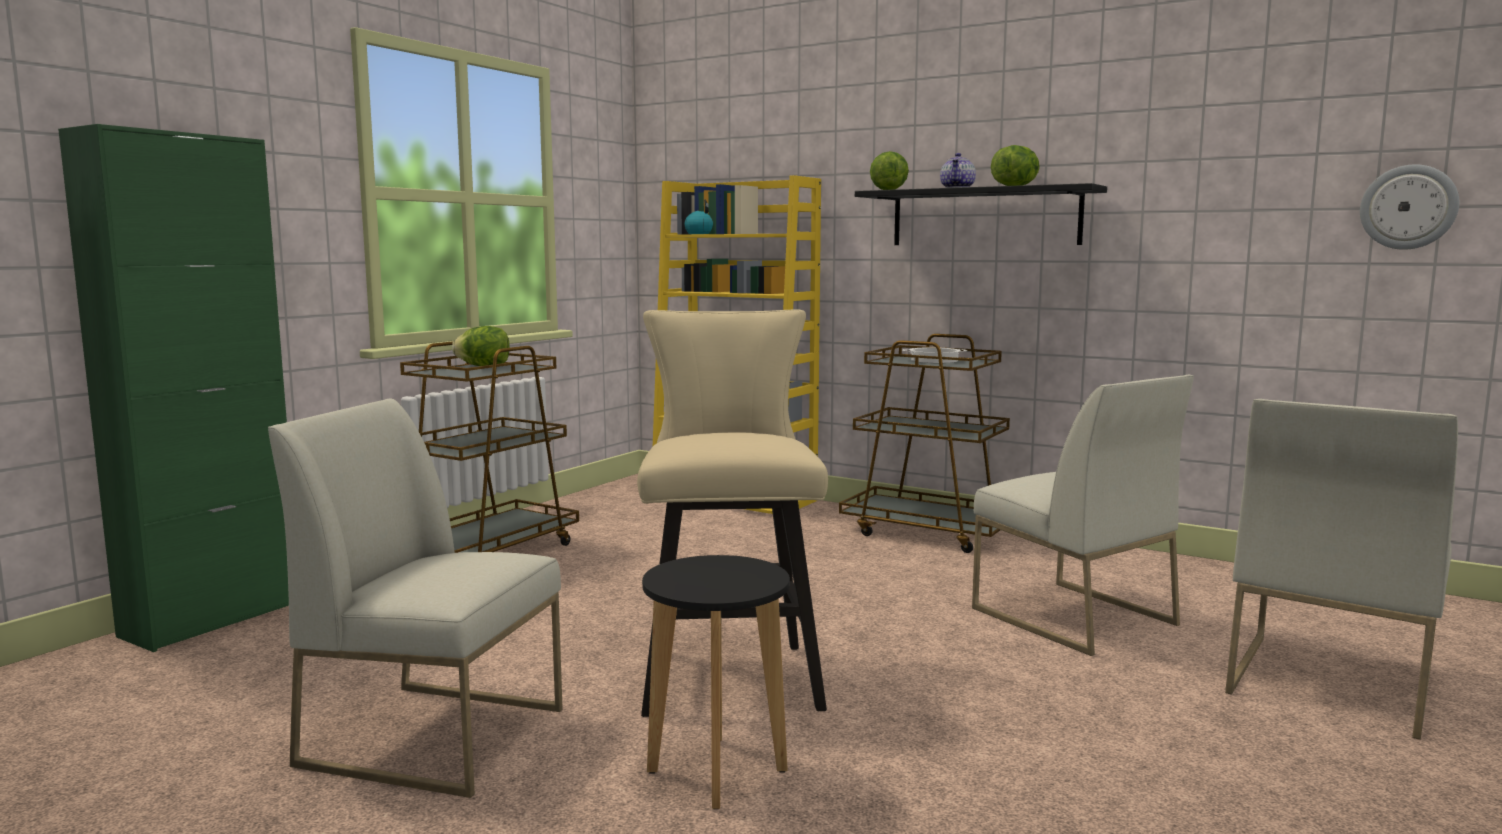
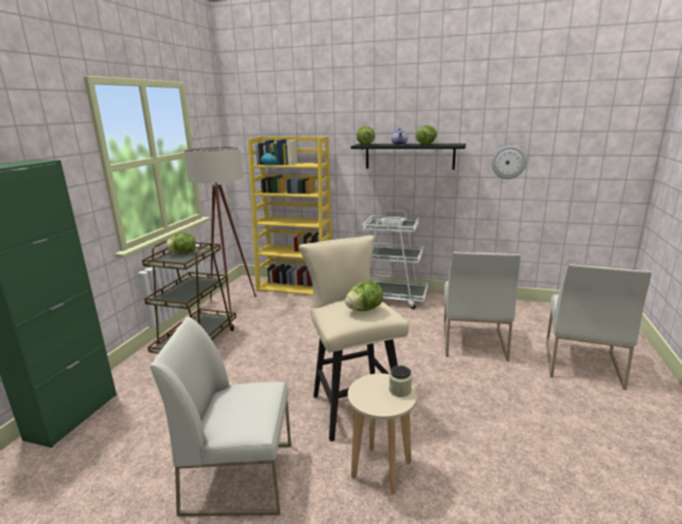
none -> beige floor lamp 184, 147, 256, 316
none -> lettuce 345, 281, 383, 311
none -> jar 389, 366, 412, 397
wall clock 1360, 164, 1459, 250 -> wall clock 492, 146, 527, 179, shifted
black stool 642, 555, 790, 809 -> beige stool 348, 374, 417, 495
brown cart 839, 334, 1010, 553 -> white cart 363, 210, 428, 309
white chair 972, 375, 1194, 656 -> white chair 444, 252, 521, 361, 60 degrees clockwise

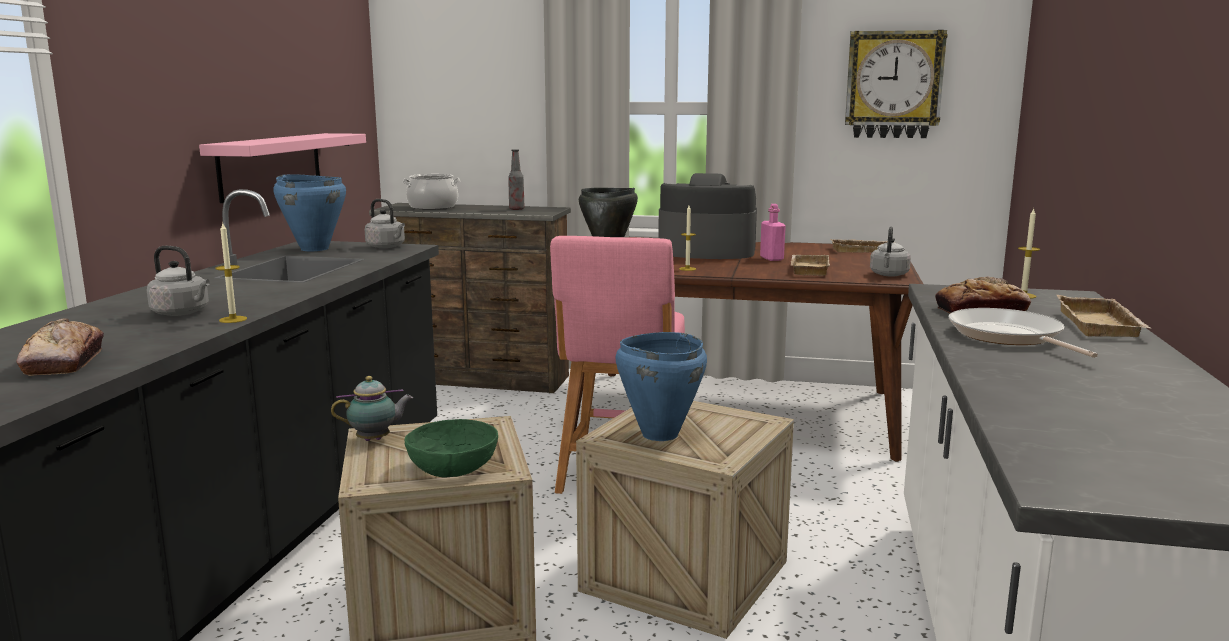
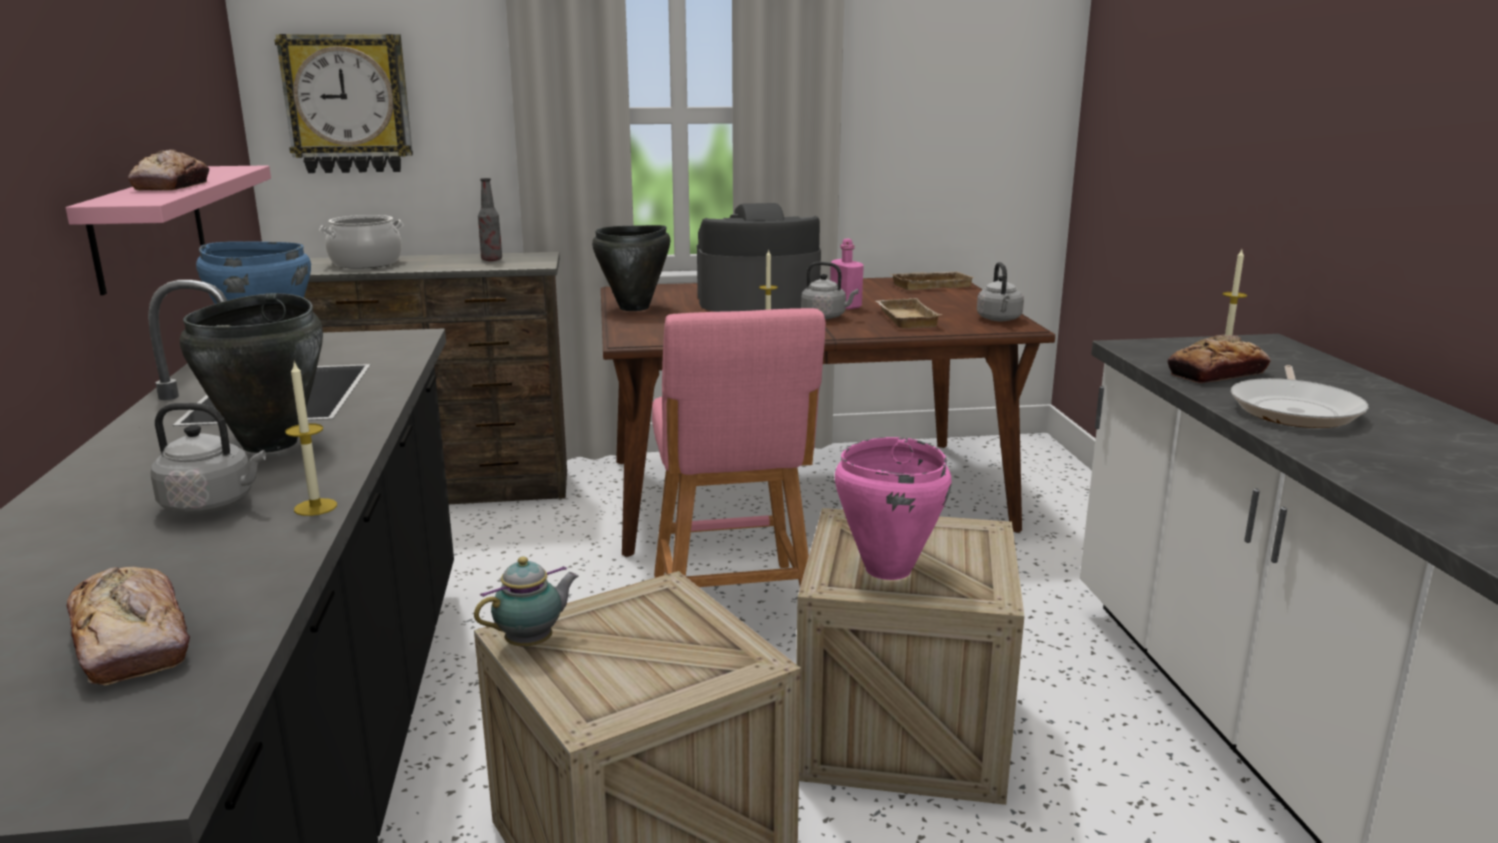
green bowl 405, 419, 498, 478 -> none
beige tray 1057, 295, 1150, 337 -> none
none -> bread 128, 150, 209, 191
none -> black cooking pot 180, 293, 323, 453
grey kettle 365, 199, 405, 248 -> grey kettle 801, 262, 858, 319, shifted
wall clock 845, 30, 948, 138 -> wall clock 274, 34, 413, 173, shifted
blue cooking pot 616, 332, 707, 441 -> pink cooking pot 835, 437, 952, 580
frying pan 949, 308, 1098, 358 -> frying pan 1231, 365, 1368, 428, 120 degrees counterclockwise

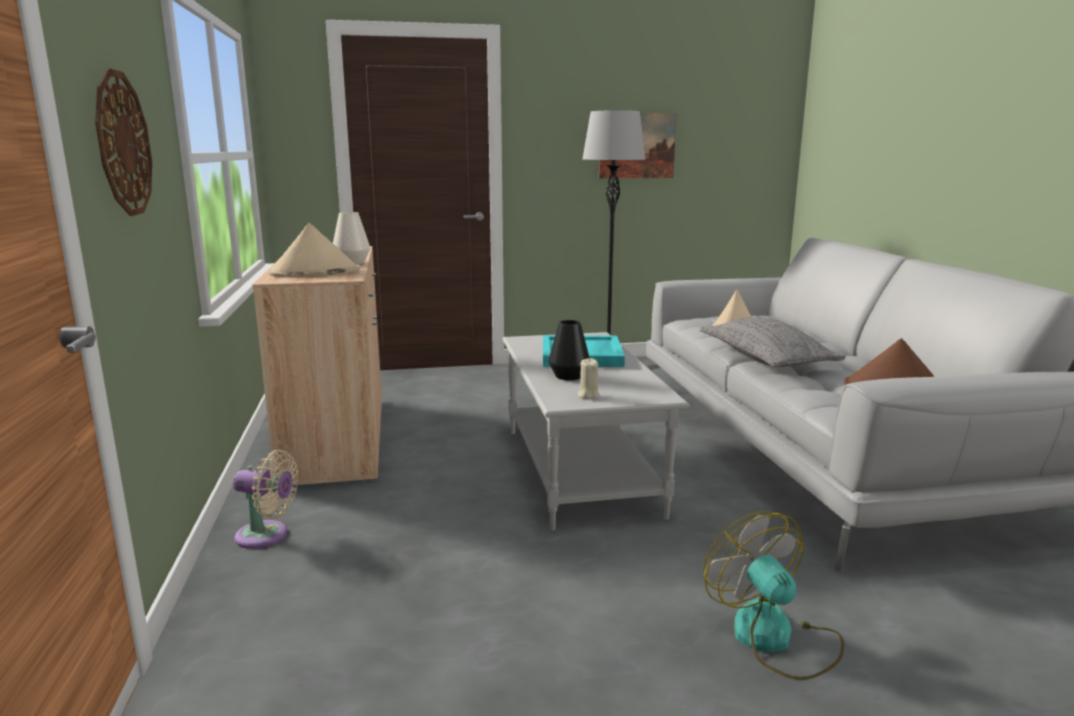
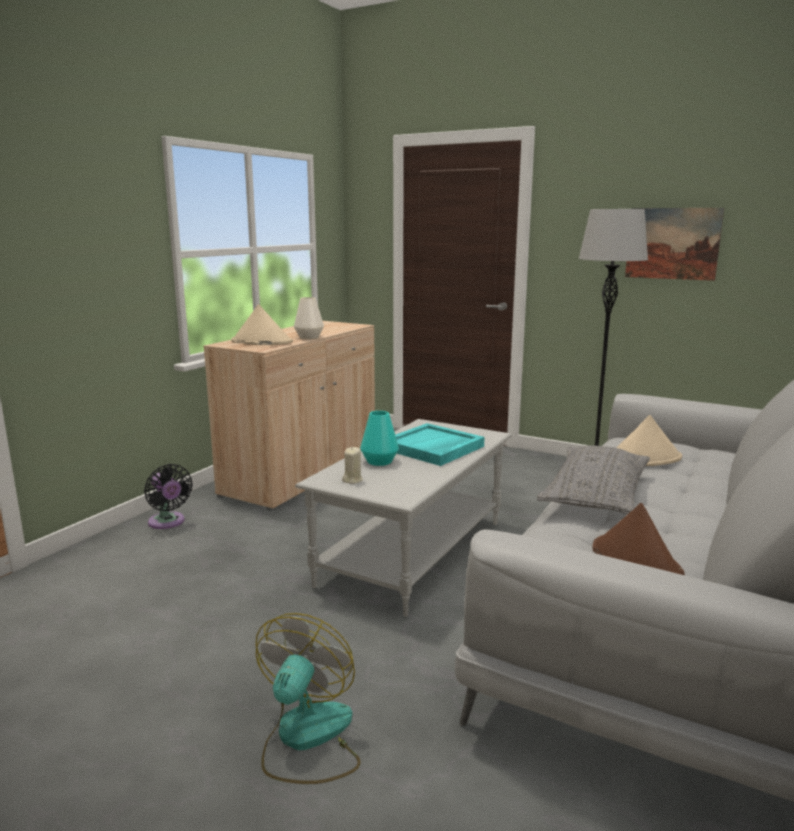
wall clock 95, 68, 152, 216 -> none
beige fan 233, 450, 298, 549 -> black fan 144, 464, 193, 529
black vase 548, 320, 590, 380 -> turquoise vase 360, 411, 399, 466

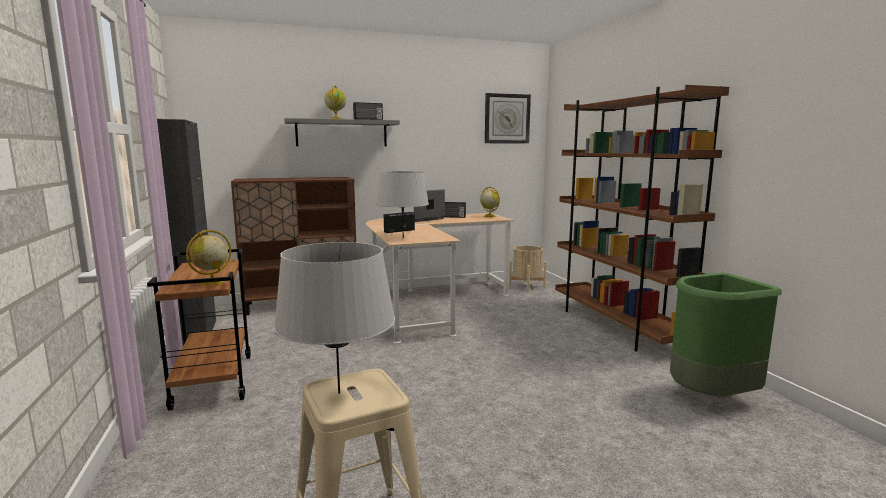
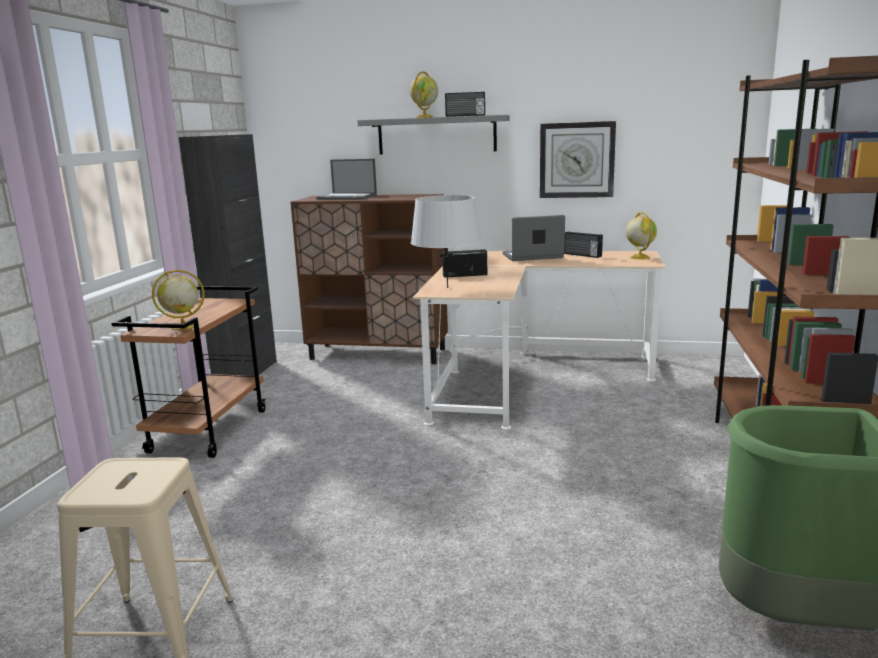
grey table lamp 274, 242, 395, 394 -> none
beige planter 509, 245, 547, 292 -> none
none -> laptop 316, 159, 377, 200
wall clock 485, 93, 531, 144 -> wall clock 540, 121, 616, 198, shifted

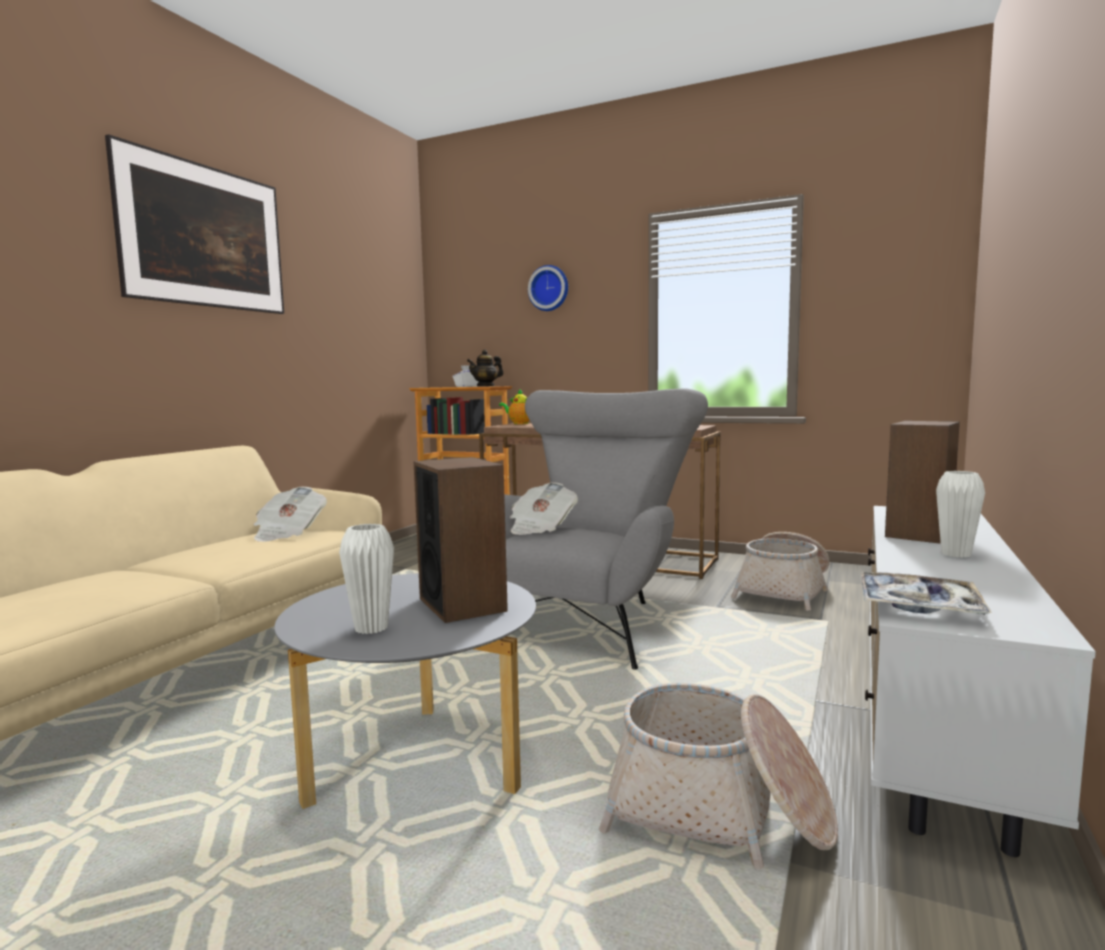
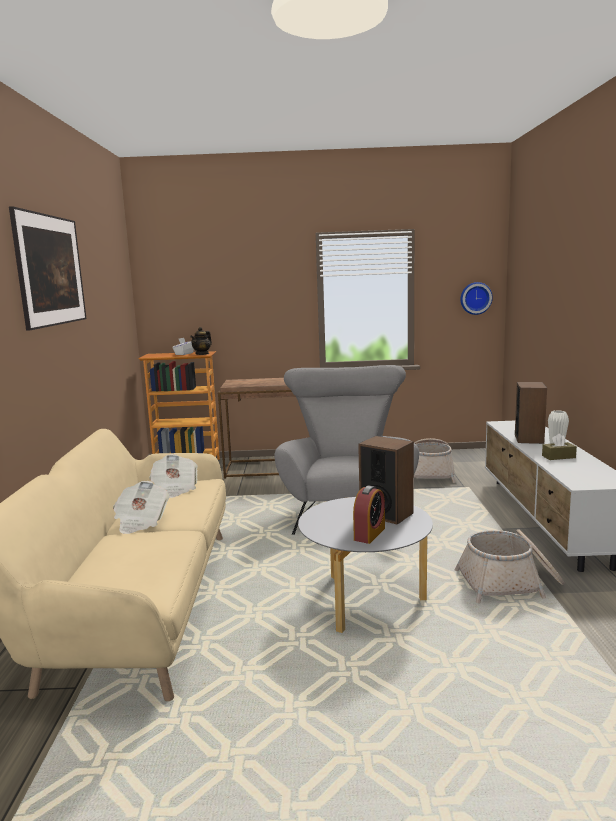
teapot 499, 389, 530, 424 -> none
tray 861, 572, 992, 615 -> none
none -> brown tissue box 542, 433, 577, 460
newspaper 510, 482, 578, 535 -> newspaper 113, 481, 169, 534, shifted
wall clock 528, 265, 568, 311 -> wall clock 460, 282, 493, 315, shifted
white vase 339, 524, 394, 634 -> alarm clock 353, 486, 385, 544

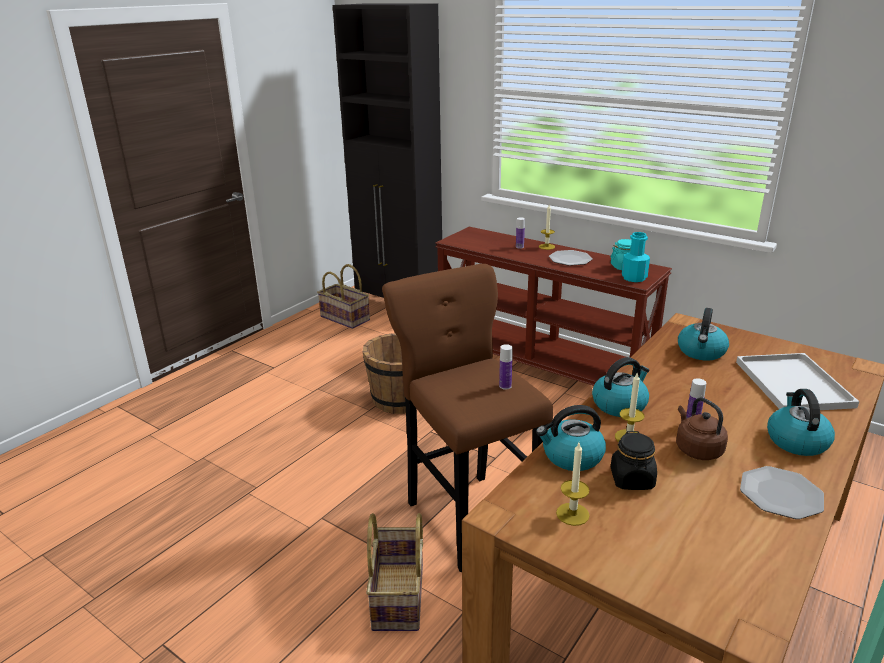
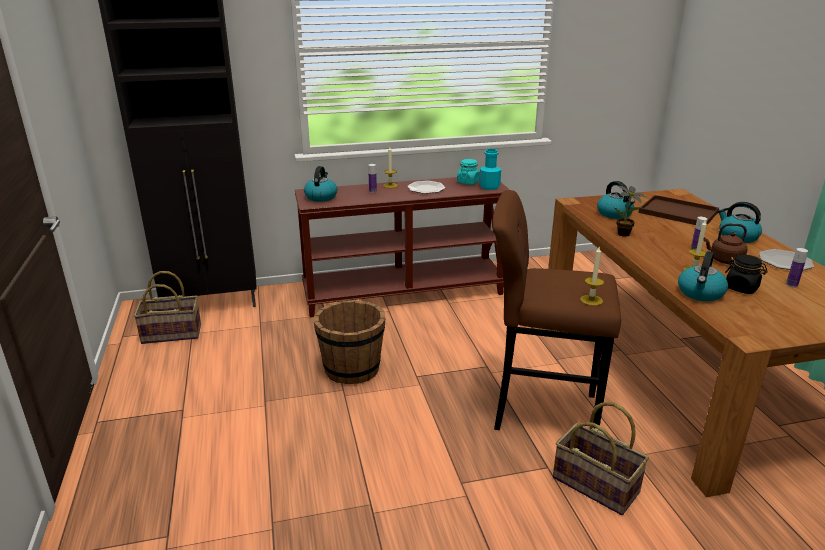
none -> potted plant 614, 185, 647, 237
bottle 499, 344, 513, 390 -> bottle 786, 248, 808, 287, shifted
candle 556, 443, 590, 526 -> candle 580, 247, 604, 306, shifted
kettle 592, 357, 649, 417 -> kettle 304, 166, 337, 202, shifted
white tray 736, 353, 859, 410 -> brown tray 638, 195, 719, 225

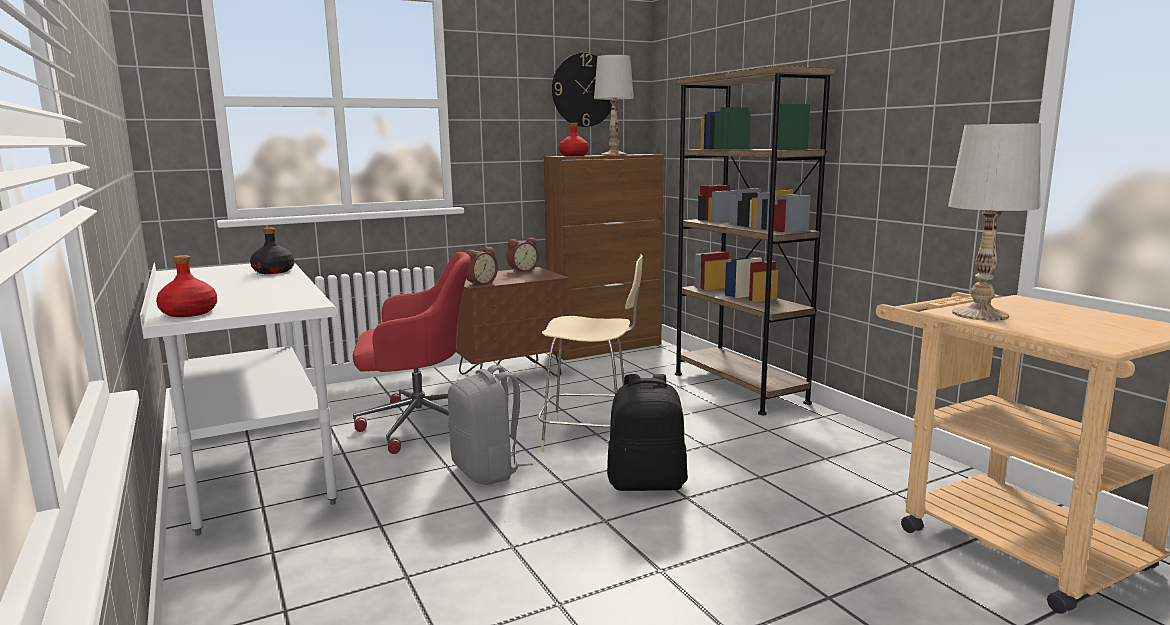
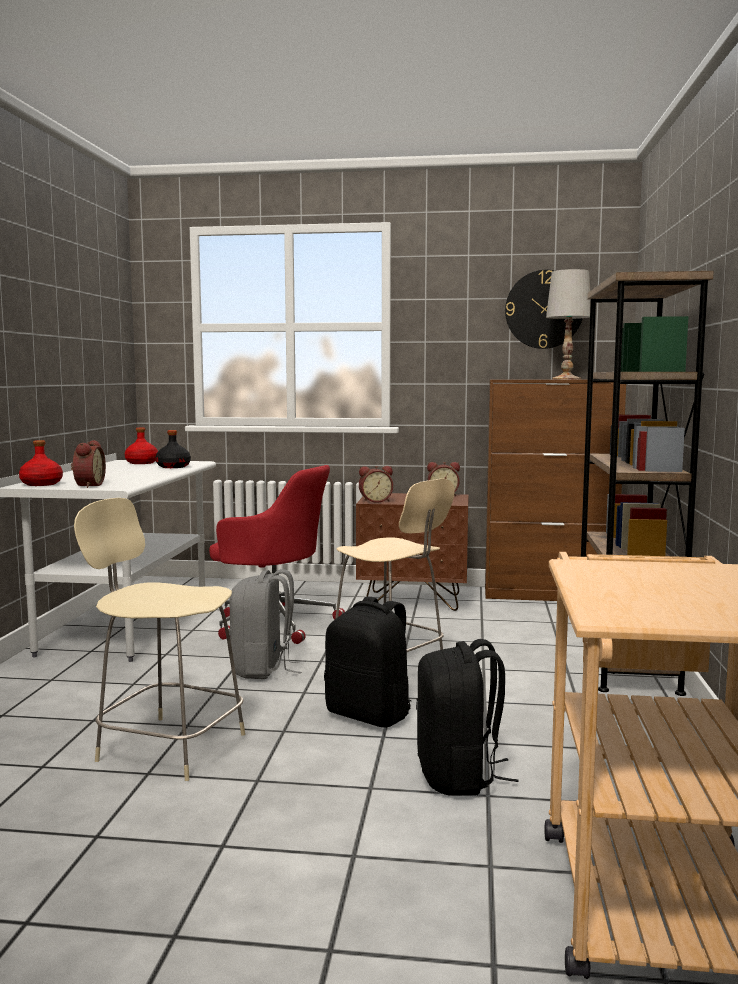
white table lamp 948, 123, 1041, 321 -> none
none -> alarm clock 71, 440, 106, 488
none -> beige chair 74, 498, 245, 781
none -> black backpack 416, 639, 519, 795
red bottle 559, 123, 589, 156 -> red bottle 125, 428, 158, 464, shifted

